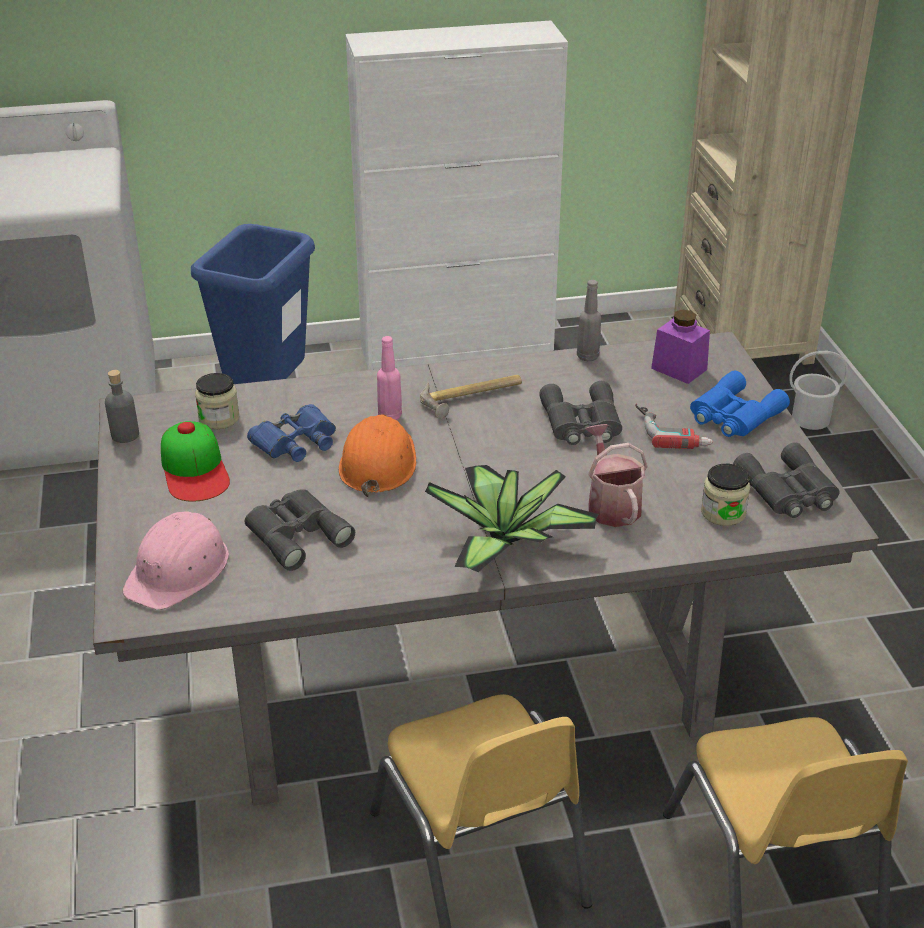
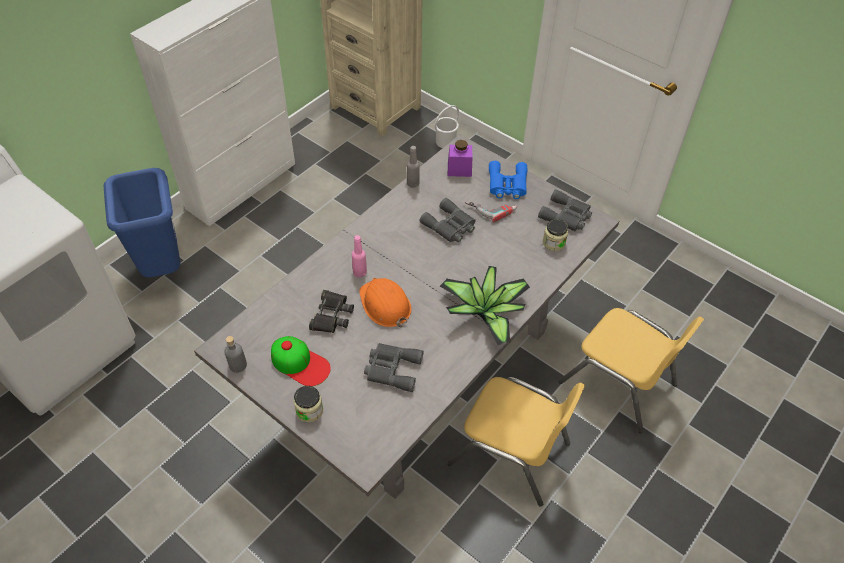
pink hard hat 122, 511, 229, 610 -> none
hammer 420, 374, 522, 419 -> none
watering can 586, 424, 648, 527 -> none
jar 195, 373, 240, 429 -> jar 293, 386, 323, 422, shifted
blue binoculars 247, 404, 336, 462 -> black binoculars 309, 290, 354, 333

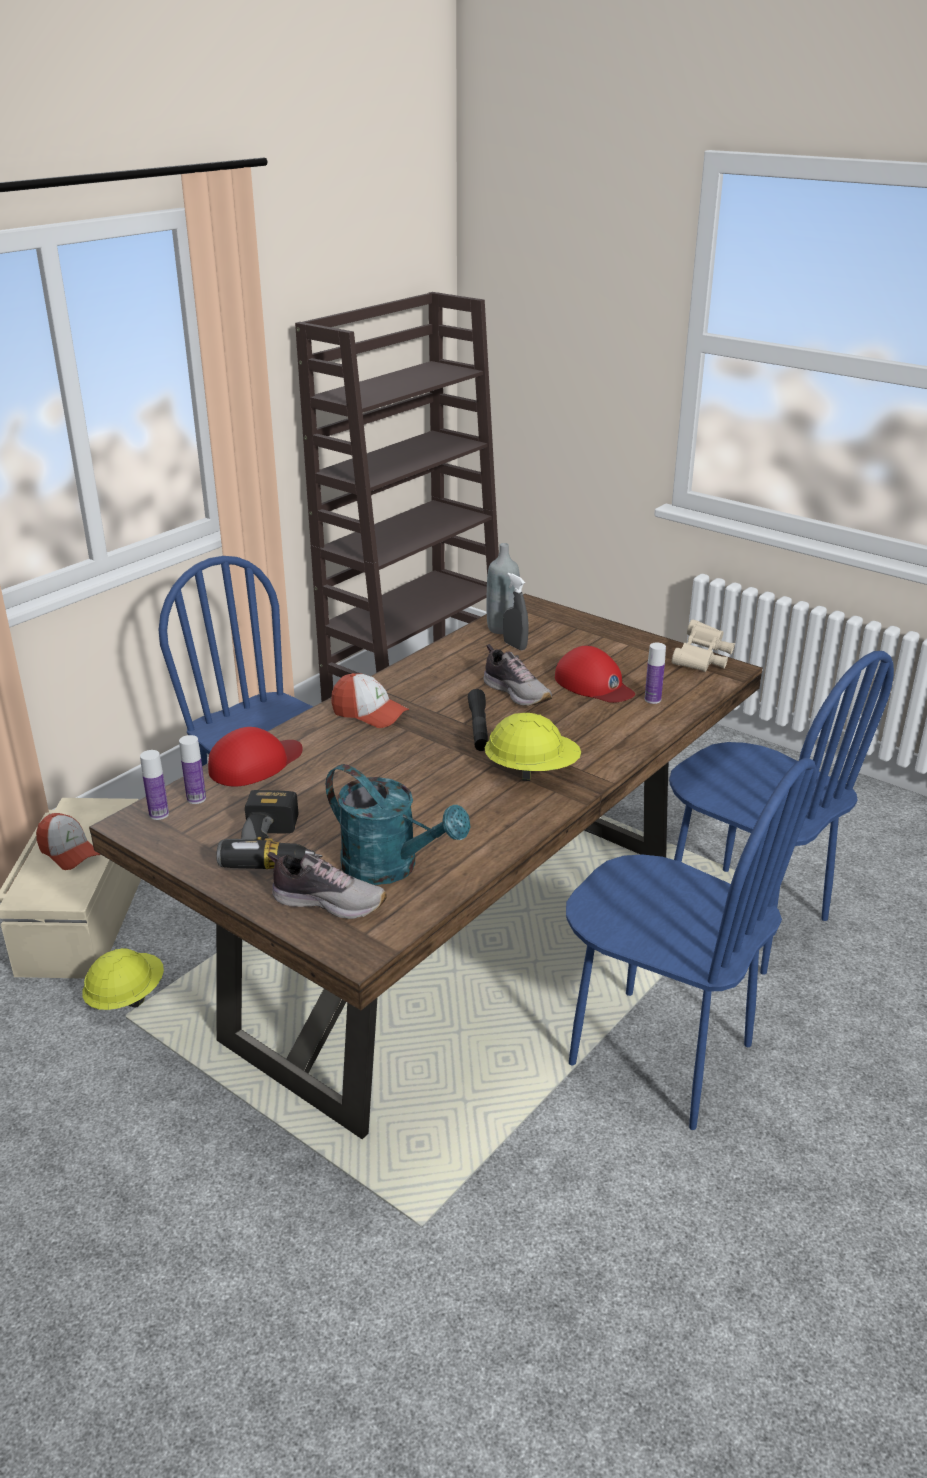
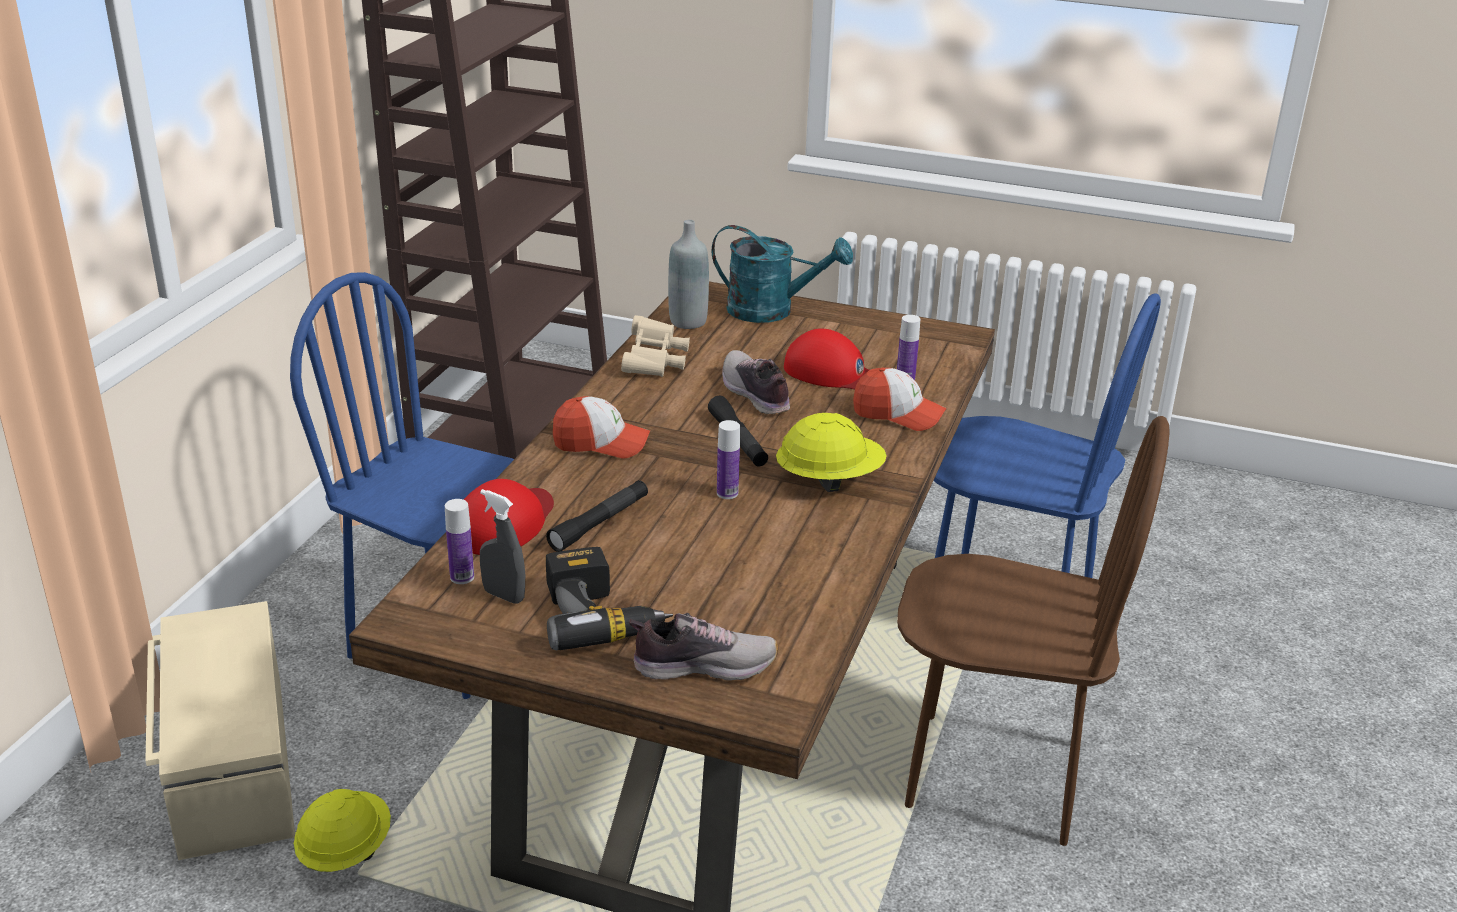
none -> black flashlight 546, 480, 648, 552
cap 36, 813, 101, 870 -> cap 853, 368, 947, 431, shifted
bottle 140, 750, 169, 820 -> bottle 717, 420, 740, 499, shifted
turquoise watering can 326, 764, 470, 885 -> turquoise watering can 711, 225, 853, 323, shifted
grey spray bottle 503, 573, 528, 650 -> grey spray bottle 480, 489, 525, 604, shifted
beige binoculars 672, 619, 735, 672 -> beige binoculars 621, 315, 690, 377, shifted
blue chair 566, 758, 817, 1130 -> brown chair 897, 416, 1169, 846
shoe 484, 644, 552, 706 -> shoe 722, 350, 790, 414, 150 degrees counterclockwise

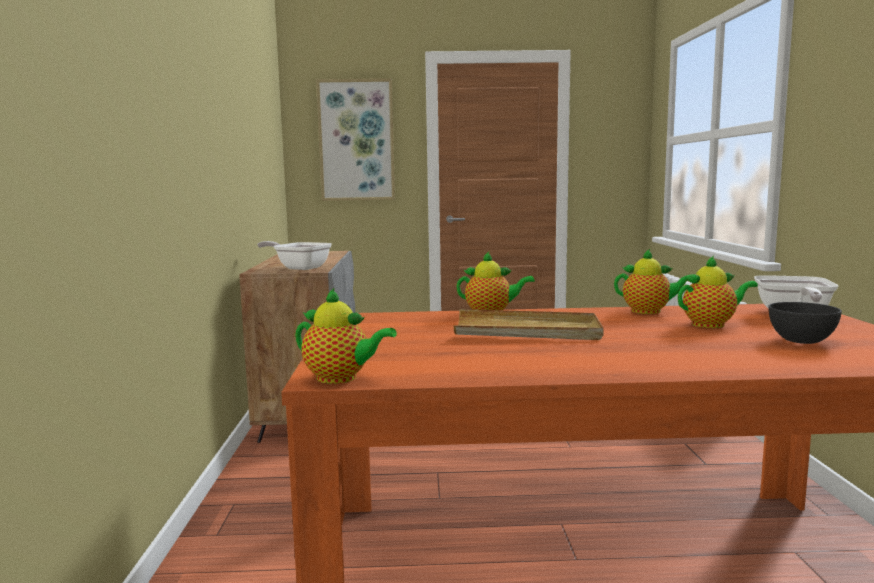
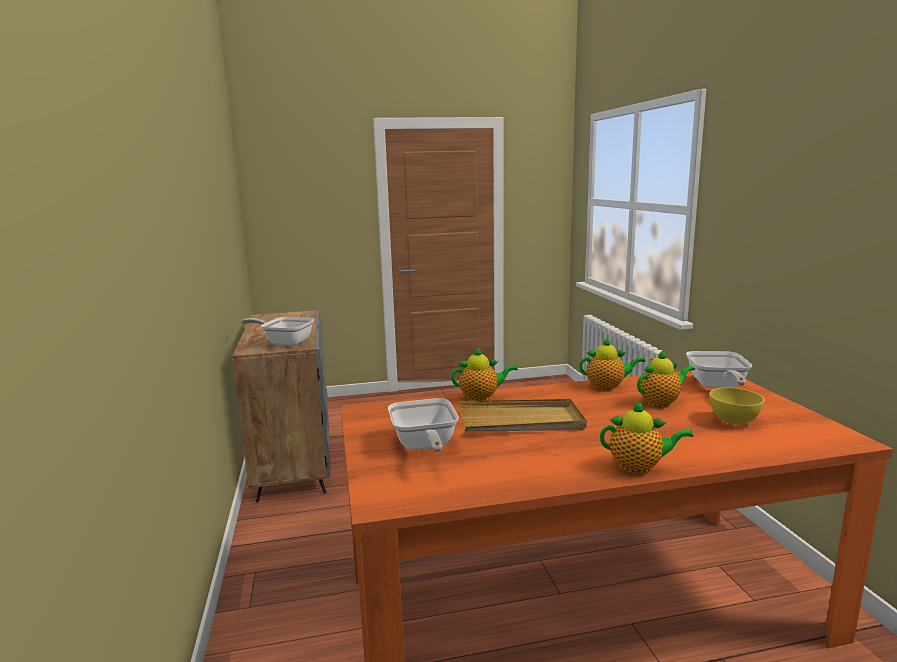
picture 316, 78, 395, 201 -> none
none -> frying pan 388, 398, 459, 453
teapot 295, 288, 397, 384 -> teapot 600, 401, 694, 474, shifted
grey bowl 768, 302, 842, 344 -> yellow bowl 709, 387, 764, 424

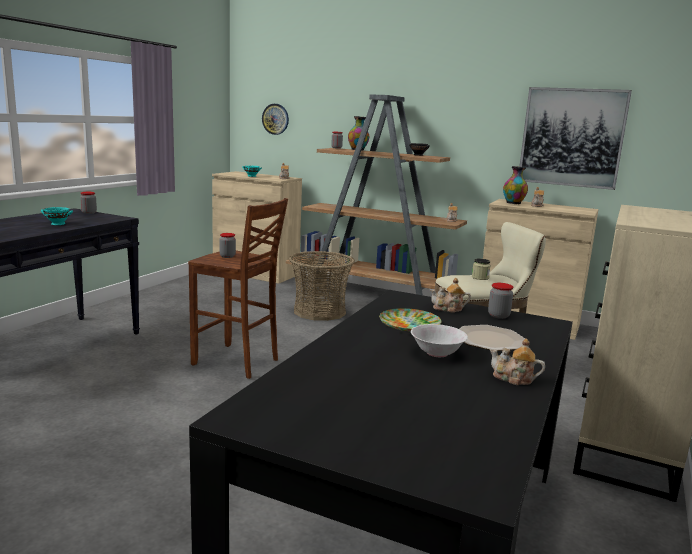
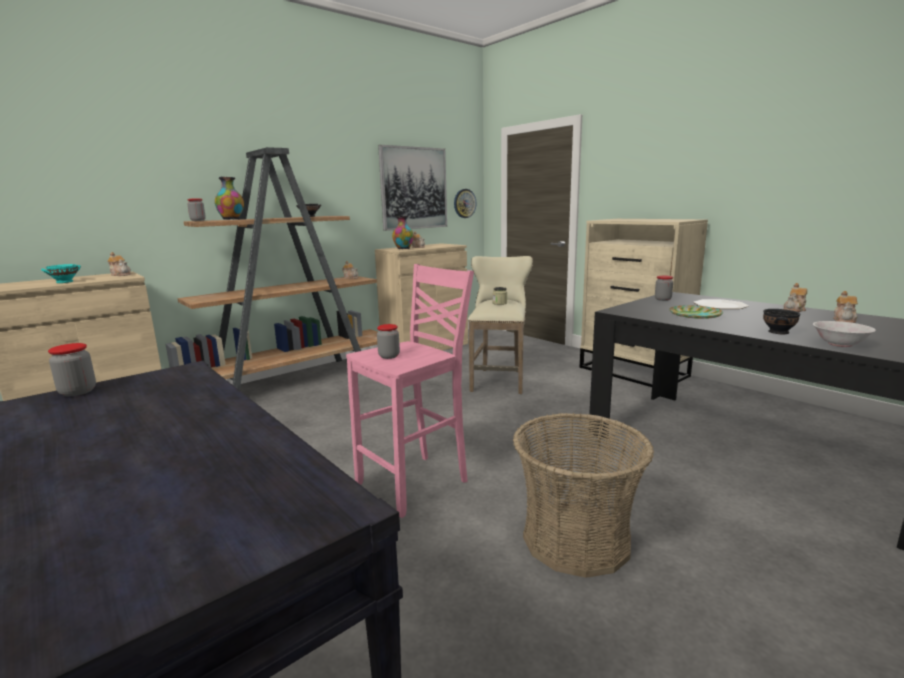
turquoise bowl 41, 207, 73, 225 -> none
none -> black bowl 763, 309, 801, 334
wall clock 262, 104, 289, 135 -> wall clock 454, 189, 477, 218, shifted
basket 289, 251, 355, 321 -> basket 513, 413, 654, 578, shifted
white bowl 411, 324, 468, 357 -> white bowl 813, 321, 876, 347, shifted
teapot 430, 278, 471, 313 -> teapot 833, 291, 858, 323, shifted
brown stool 188, 198, 288, 379 -> pink stool 346, 264, 474, 518

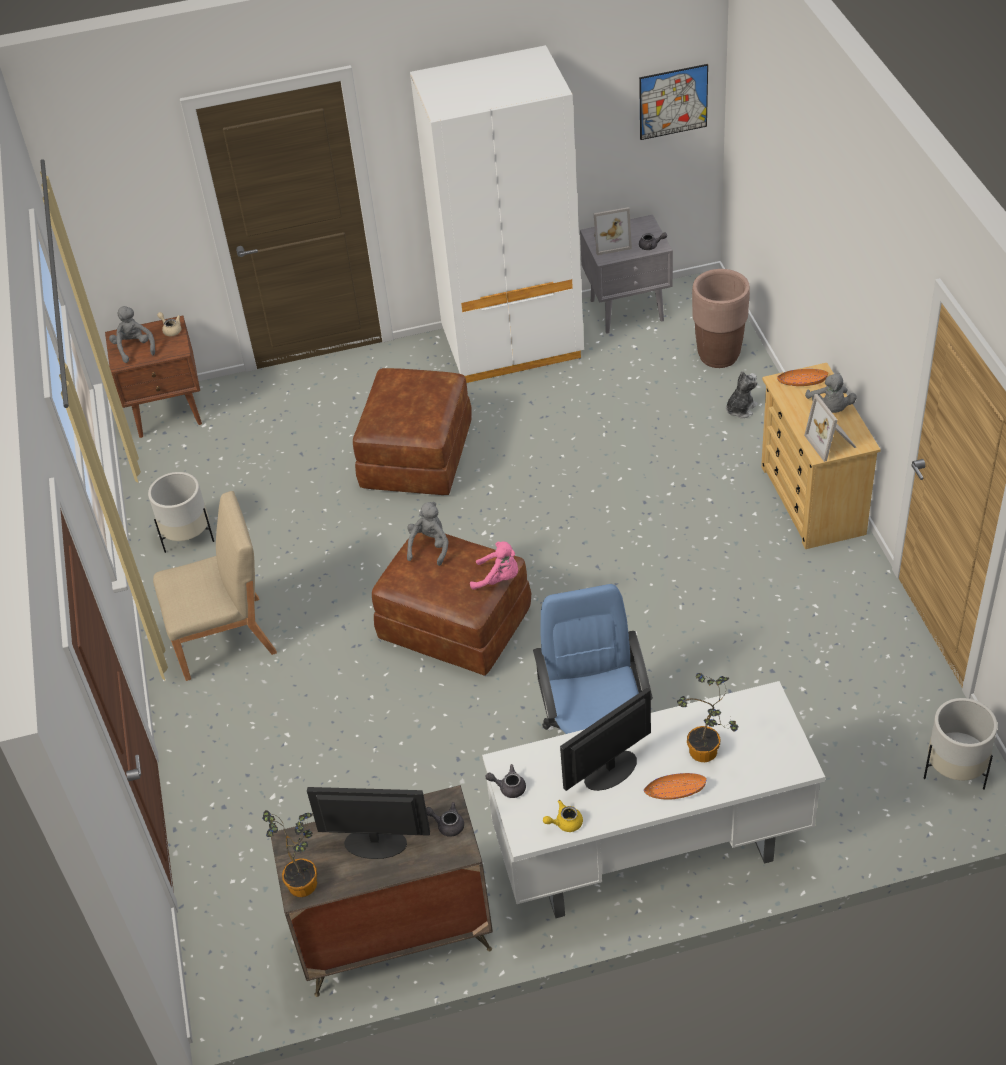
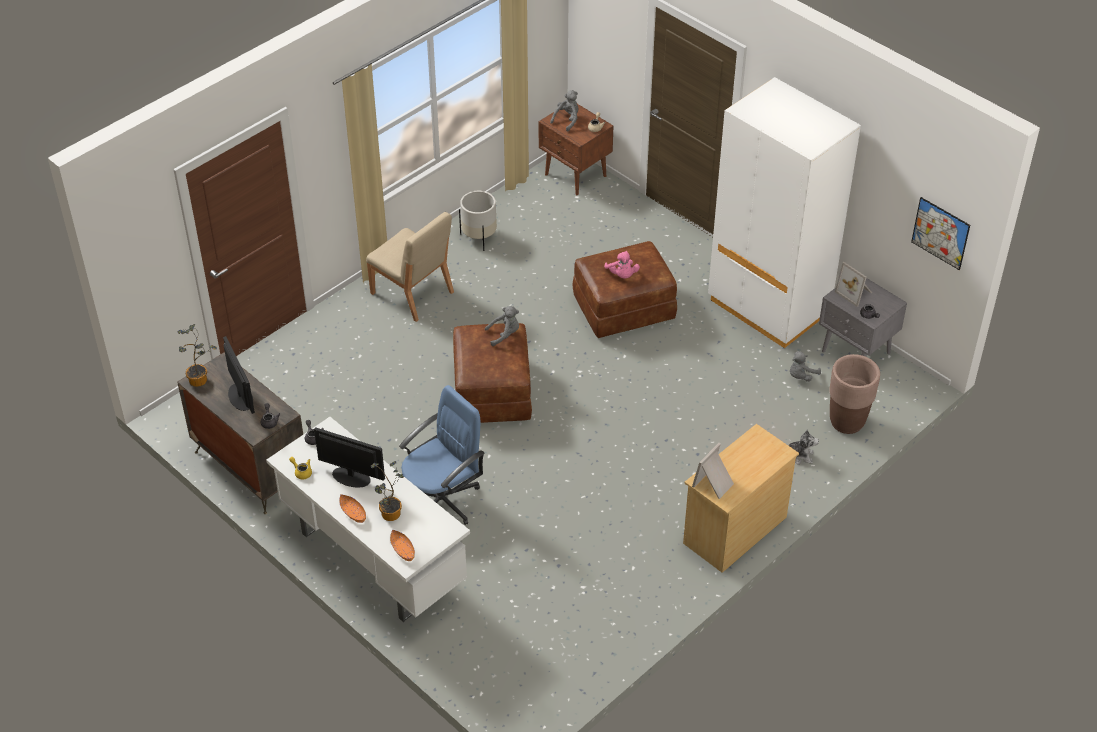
white planter 924, 698, 997, 789 -> none
pink plush toy 470, 541, 518, 590 -> pink plush toy 604, 251, 640, 279, shifted
orange bowl 777, 369, 828, 386 -> orange bowl 390, 529, 415, 561, shifted
grey plush toy 805, 373, 857, 413 -> grey plush toy 790, 351, 821, 382, shifted

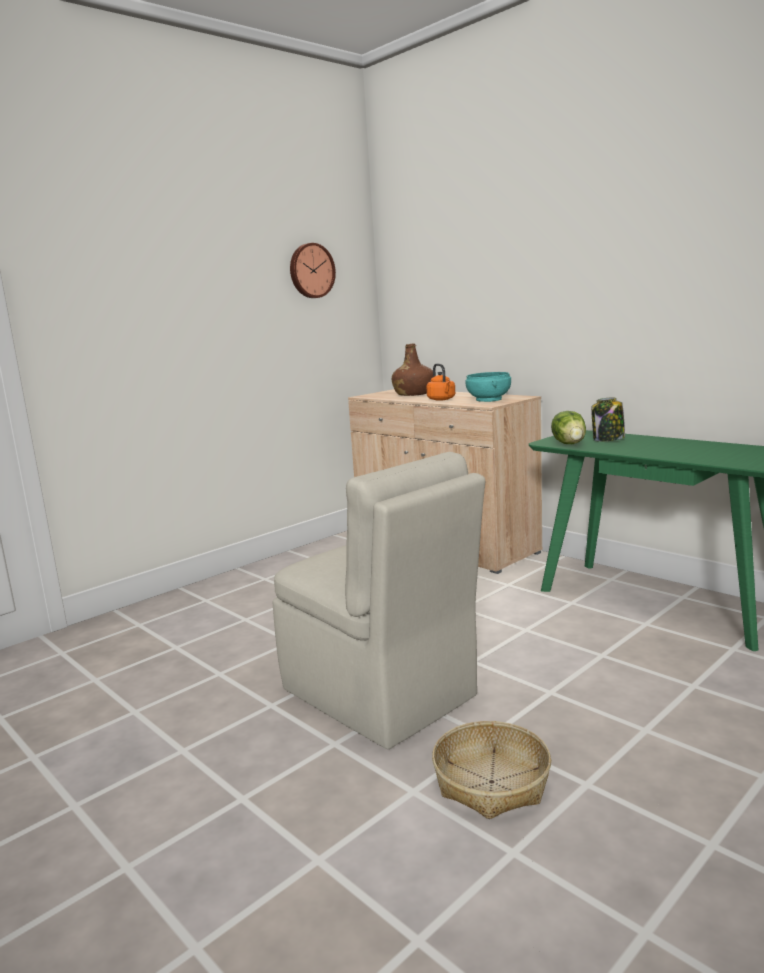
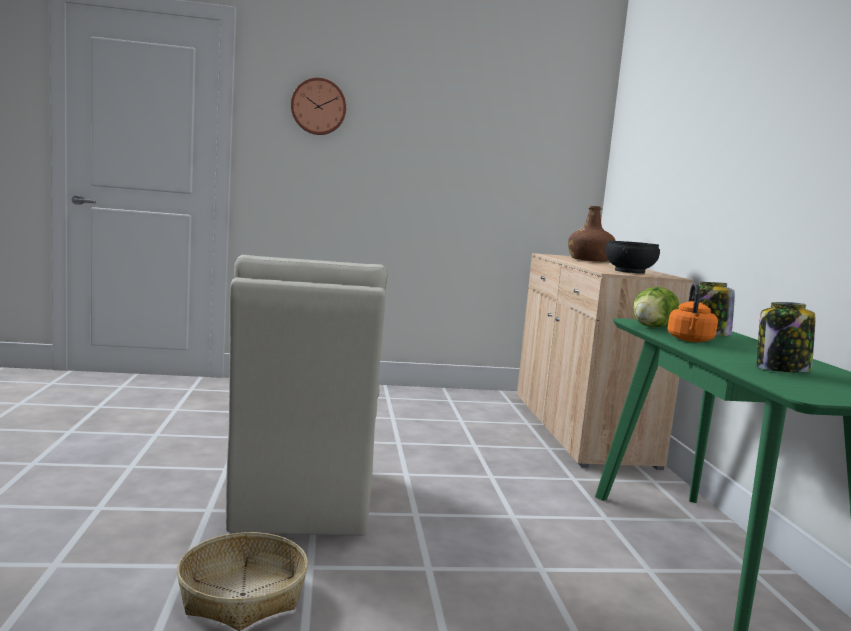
none -> jar 757, 302, 815, 372
wall clock 290, 243, 336, 298 -> wall clock 291, 78, 346, 135, shifted
orange kettle 426, 363, 455, 401 -> orange kettle 668, 283, 718, 342, shifted
turquoise bowl 465, 372, 511, 402 -> black bowl 606, 241, 660, 274

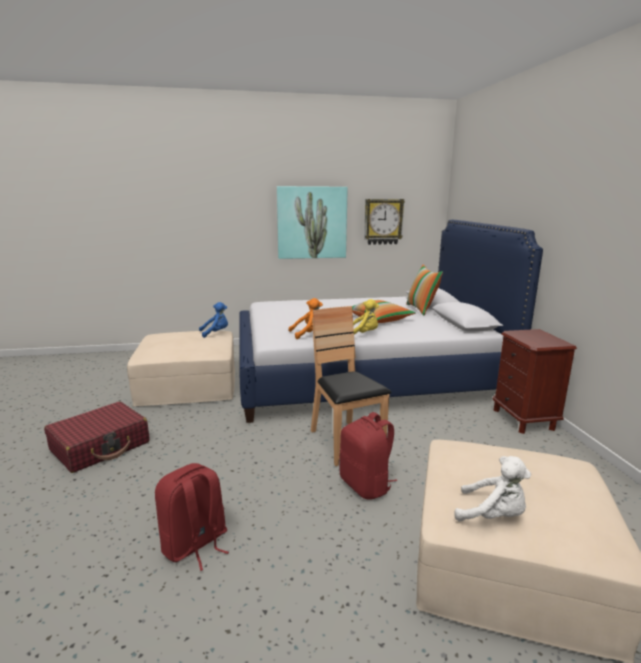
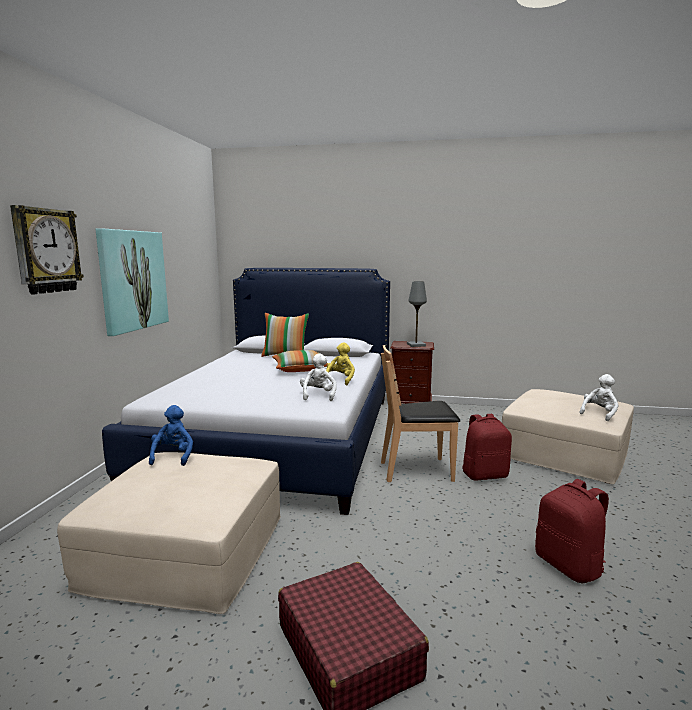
none -> grey table lamp 407, 281, 427, 347
wall clock 364, 199, 405, 245 -> wall clock 10, 205, 84, 294, shifted
orange plush toy 288, 298, 323, 339 -> white plush toy 300, 353, 336, 401

